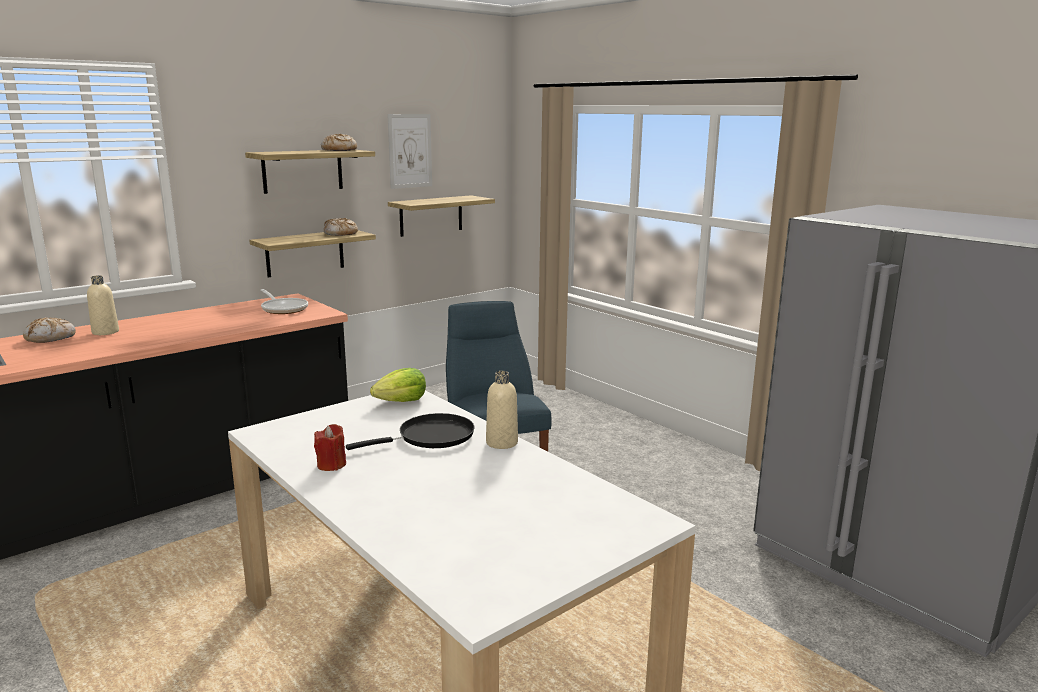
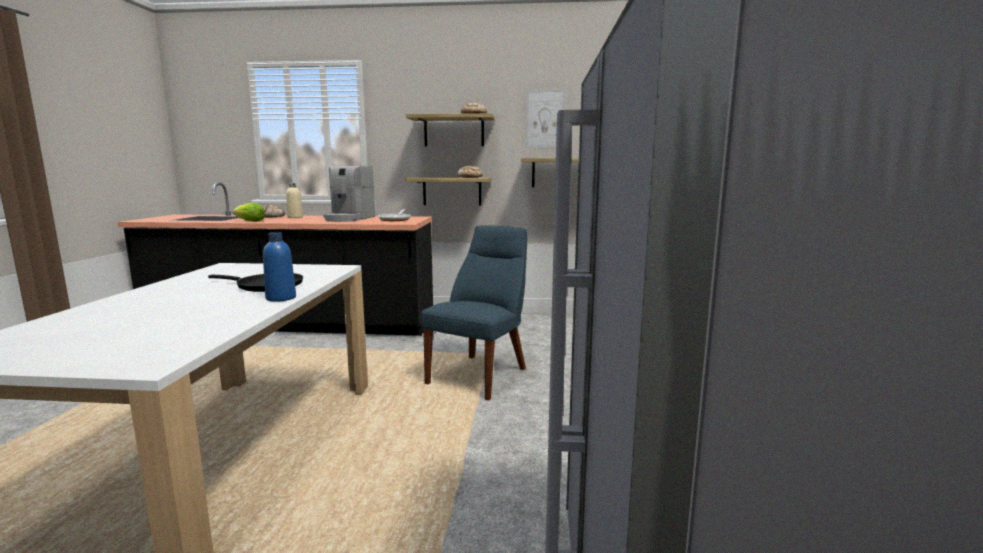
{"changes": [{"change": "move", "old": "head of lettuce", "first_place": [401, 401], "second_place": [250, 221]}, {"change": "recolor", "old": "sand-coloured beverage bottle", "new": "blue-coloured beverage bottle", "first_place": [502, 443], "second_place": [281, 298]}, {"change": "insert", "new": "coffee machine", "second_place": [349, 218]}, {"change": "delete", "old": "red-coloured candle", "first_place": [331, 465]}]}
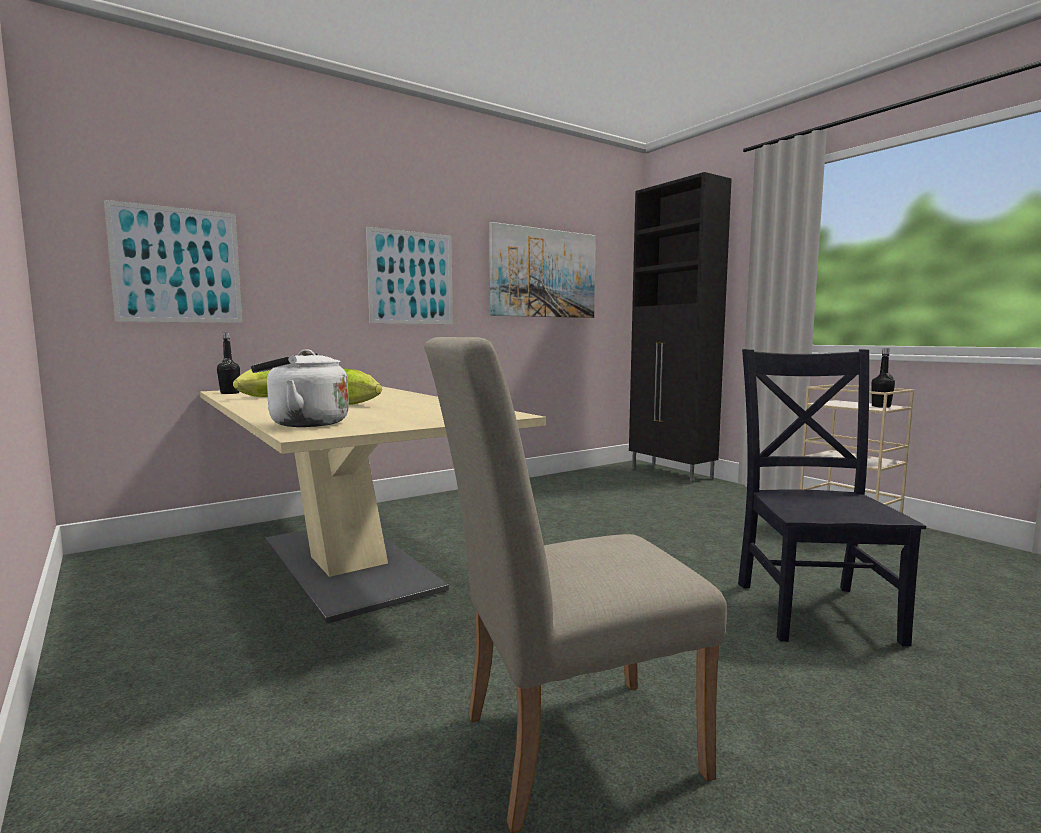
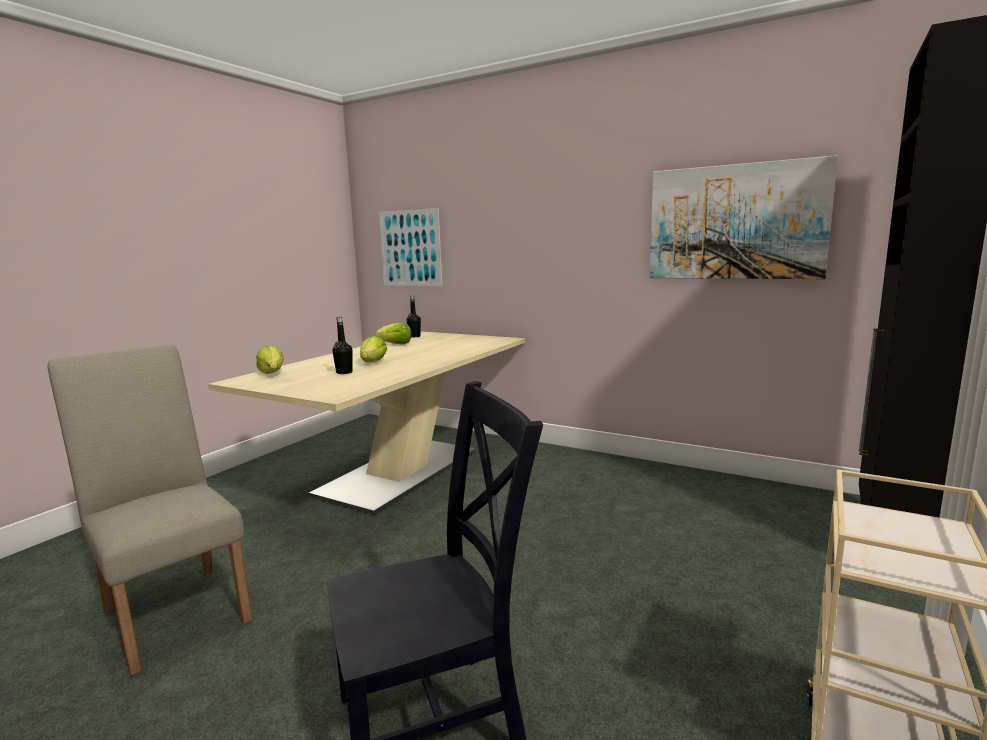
{"changes": [{"change": "replace", "old": "white water kettle", "new": "head of lettuce", "first_place": [303, 424], "second_place": [272, 373]}, {"change": "move", "old": "black beverage bottle", "first_place": [881, 406], "second_place": [344, 372]}, {"change": "delete", "old": "wall picture", "first_place": [411, 278]}]}
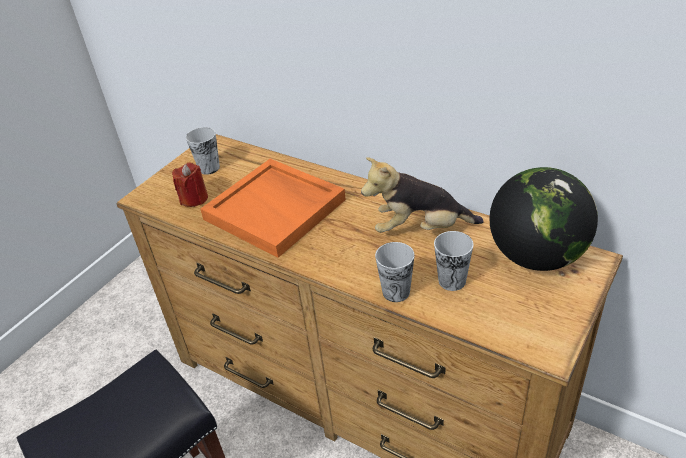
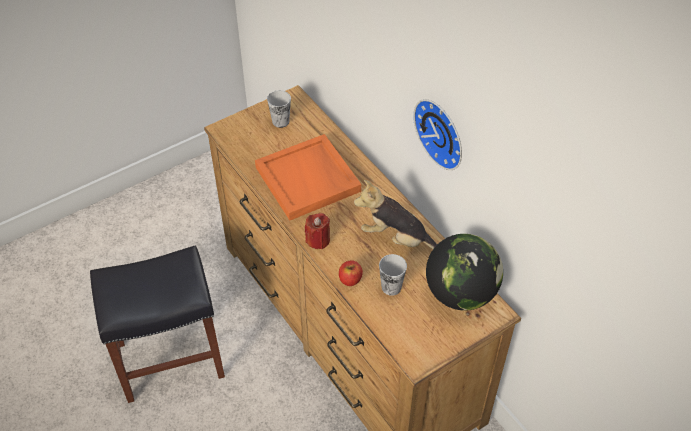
{"changes": [{"change": "move", "old": "red-coloured candle", "first_place": [194, 198], "second_place": [318, 240]}, {"change": "replace", "old": "drinking cup", "new": "whole apple", "first_place": [396, 292], "second_place": [350, 279]}, {"change": "insert", "new": "wall clock", "second_place": [442, 132]}]}
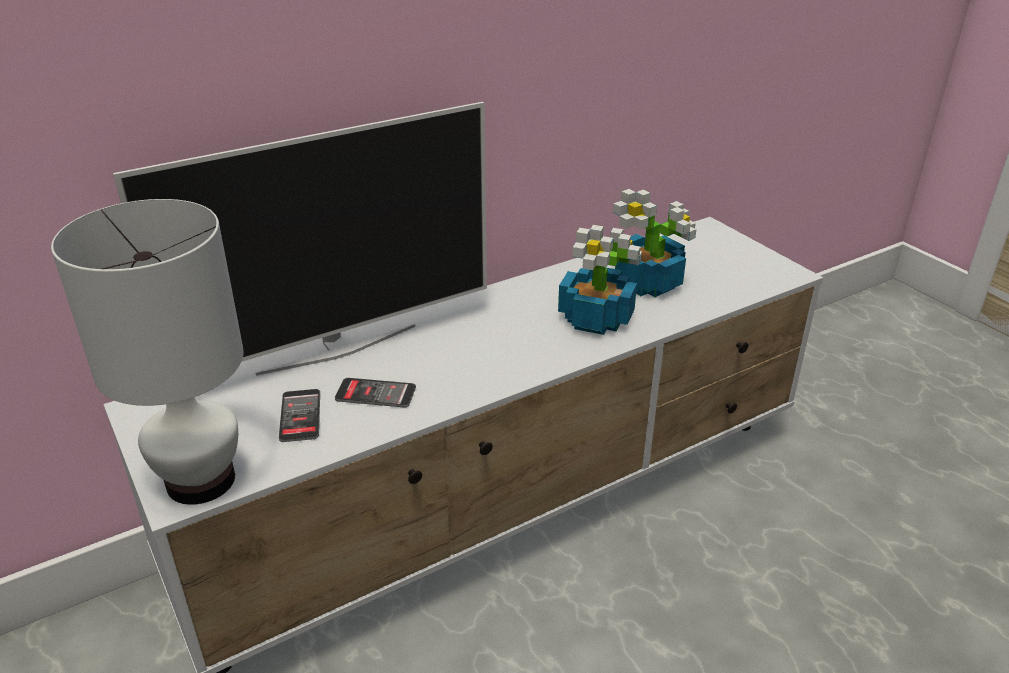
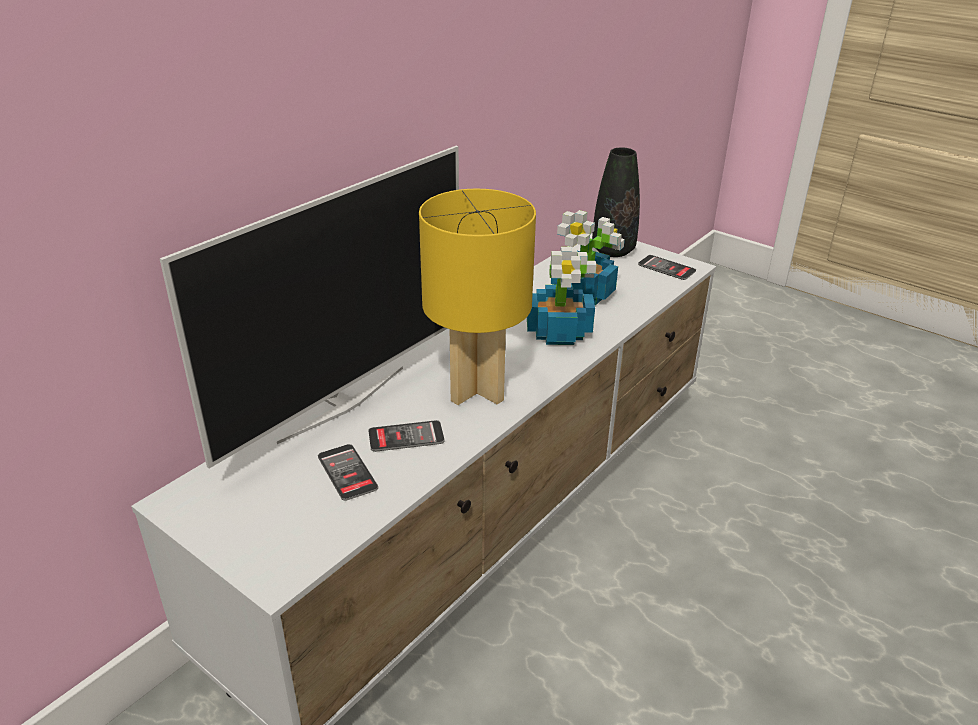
{"changes": [{"change": "insert", "new": "yellowish lamp for a table", "second_place": [477, 388]}, {"change": "insert", "new": "black vase", "second_place": [613, 250]}, {"change": "insert", "new": "handset", "second_place": [666, 268]}, {"change": "delete", "old": "white lamp for a table", "first_place": [201, 479]}]}
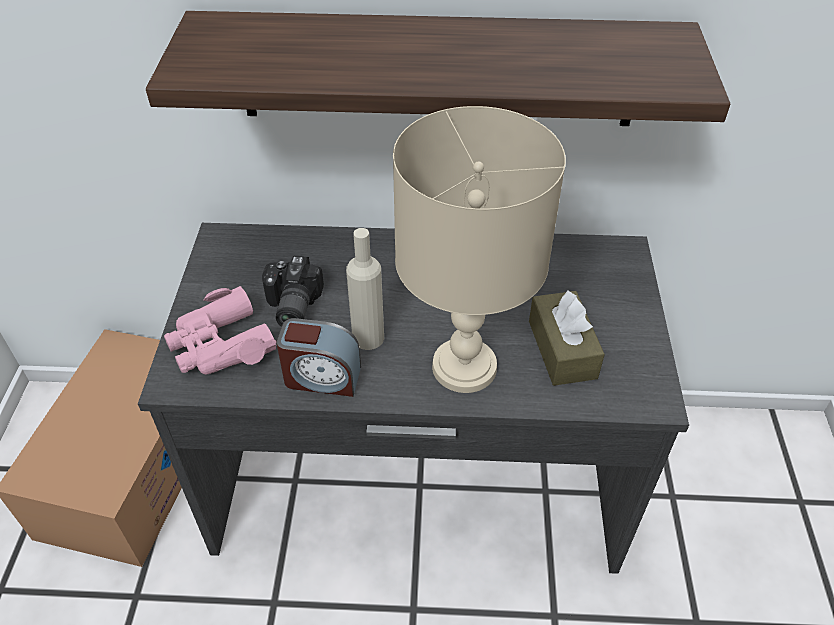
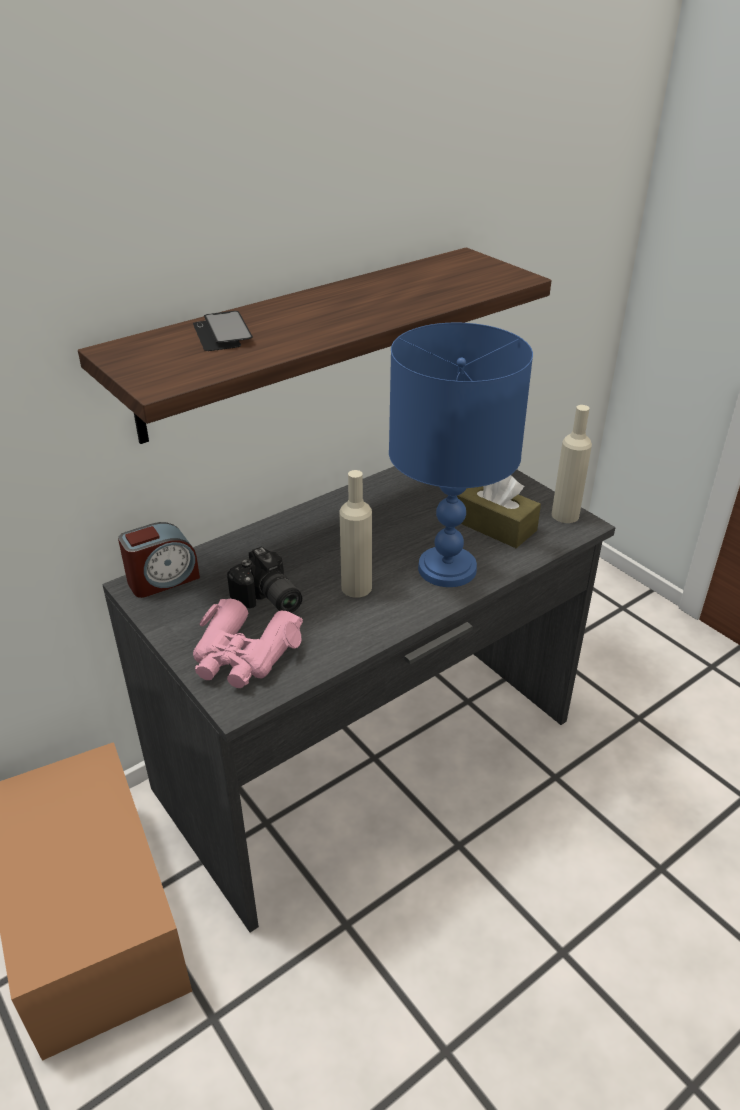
{"changes": [{"change": "move", "old": "alarm clock", "first_place": [322, 377], "second_place": [163, 579]}, {"change": "insert", "new": "handset", "second_place": [222, 333]}, {"change": "recolor", "old": "sand-coloured lamp for a table", "new": "blue-coloured lamp for a table", "first_place": [463, 366], "second_place": [445, 568]}, {"change": "insert", "new": "sand-coloured beverage bottle", "second_place": [565, 515]}]}
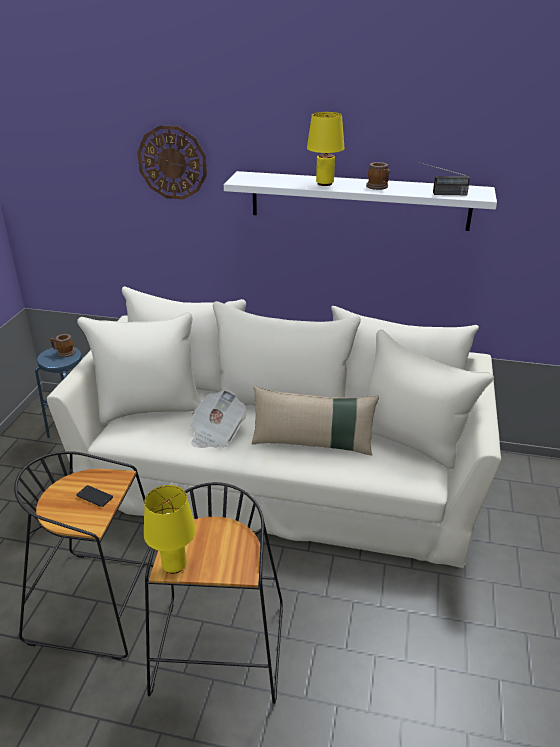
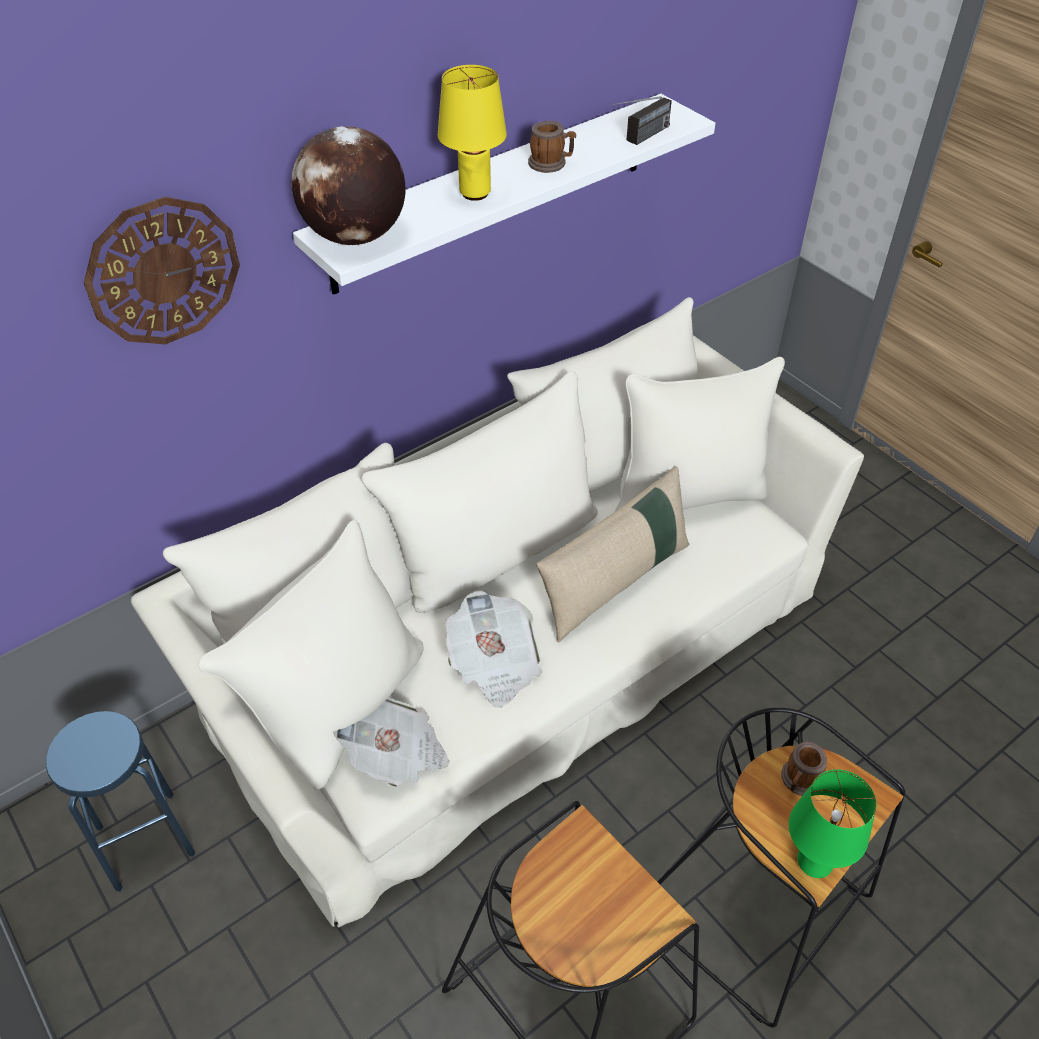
{"changes": [{"change": "insert", "new": "globe", "second_place": [355, 237]}, {"change": "insert", "new": "newspaper", "second_place": [395, 754]}, {"change": "move", "old": "tea mug", "first_place": [64, 353], "second_place": [799, 781]}, {"change": "recolor", "old": "yellowish lamp for a table", "new": "green-coloured lamp for a table", "first_place": [173, 566], "second_place": [814, 863]}, {"change": "delete", "old": "handset", "first_place": [94, 496]}]}
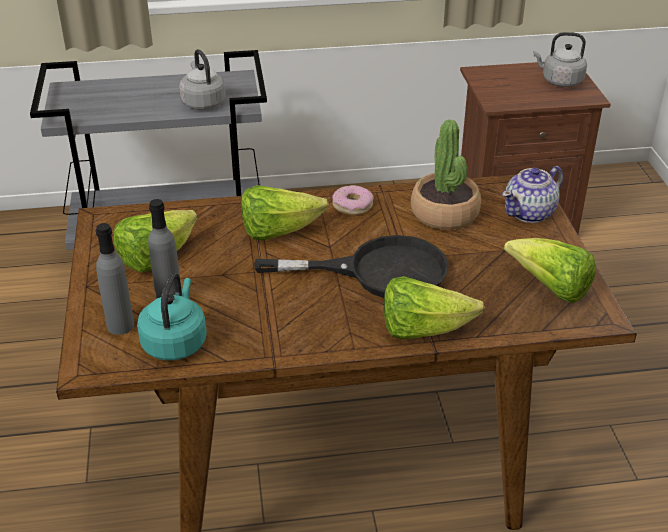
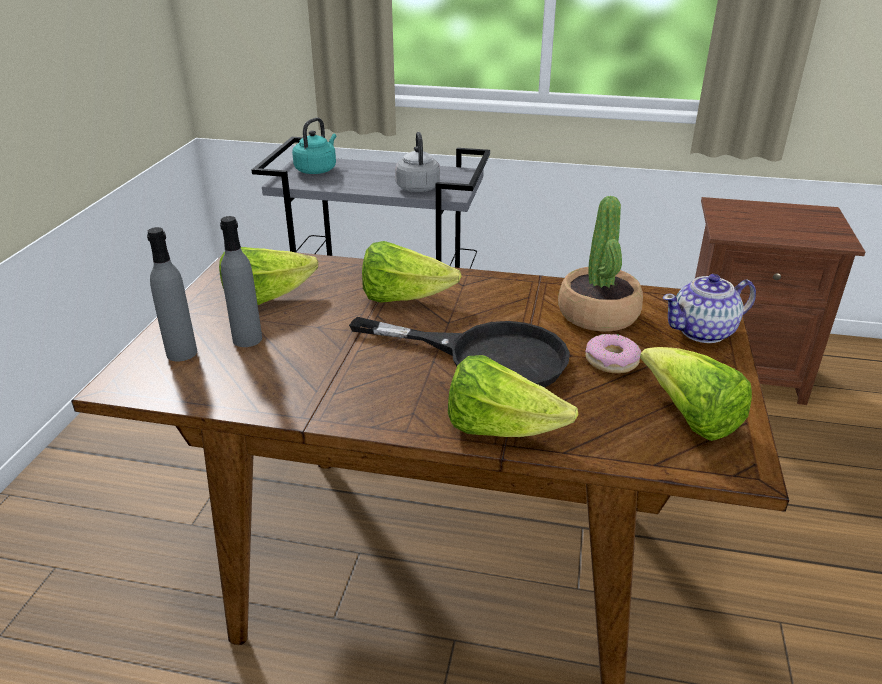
{"changes": [{"change": "move", "old": "turquoise-coloured water kettle", "first_place": [175, 342], "second_place": [317, 169]}, {"change": "move", "old": "donut", "first_place": [352, 206], "second_place": [611, 361]}, {"change": "delete", "old": "greyish water kettle", "first_place": [559, 81]}]}
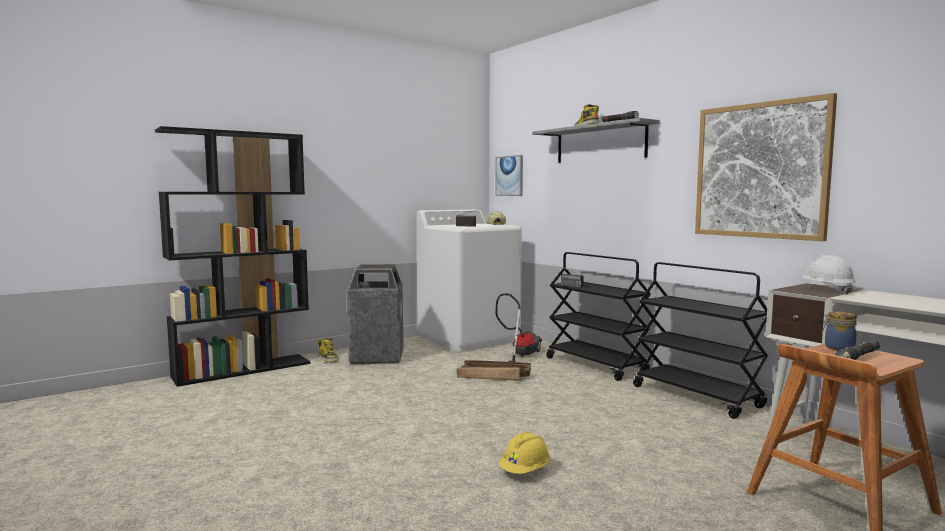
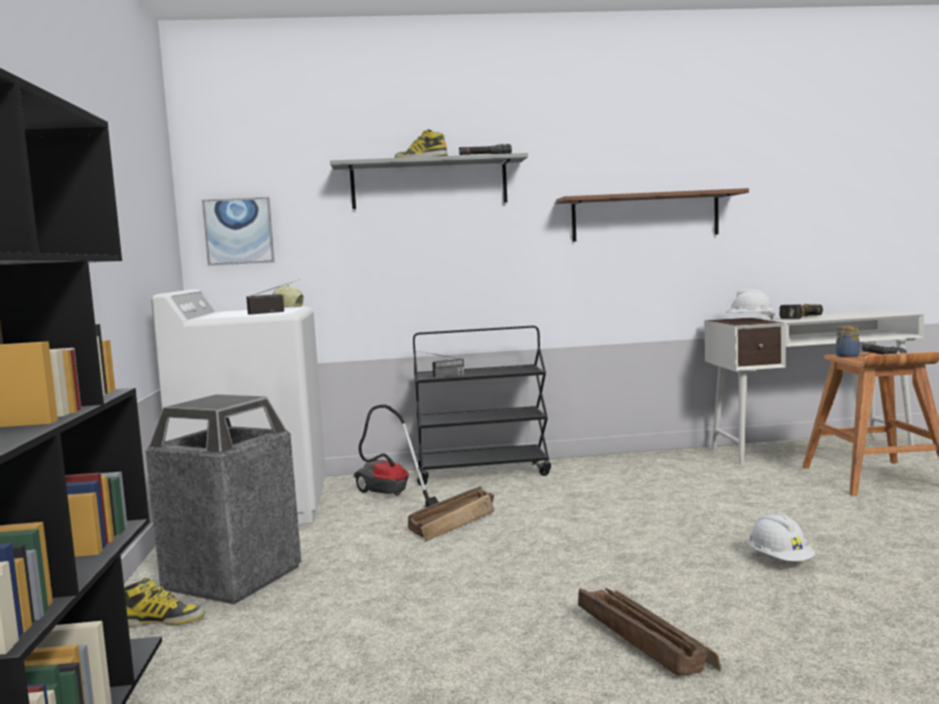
{"changes": [{"change": "replace", "old": "wall picture", "new": "brownish bracket shelf", "first_place": [760, 170], "second_place": [645, 216]}, {"change": "insert", "new": "crate", "second_place": [642, 642]}, {"change": "recolor", "old": "yellowish safety helmet", "new": "white safety helmet", "first_place": [525, 471], "second_place": [780, 560]}, {"change": "insert", "new": "drill", "second_place": [795, 317]}, {"change": "delete", "old": "black wheeled cart", "first_place": [697, 397]}]}
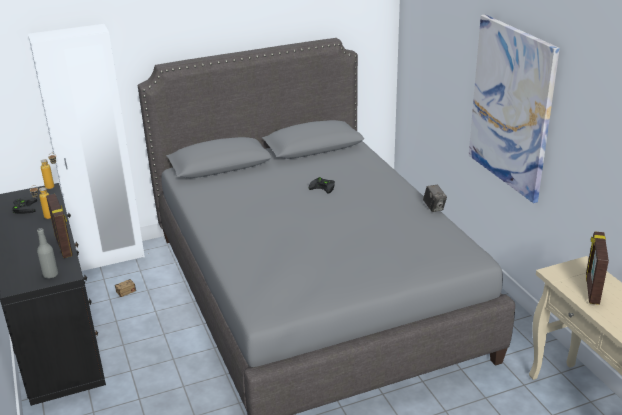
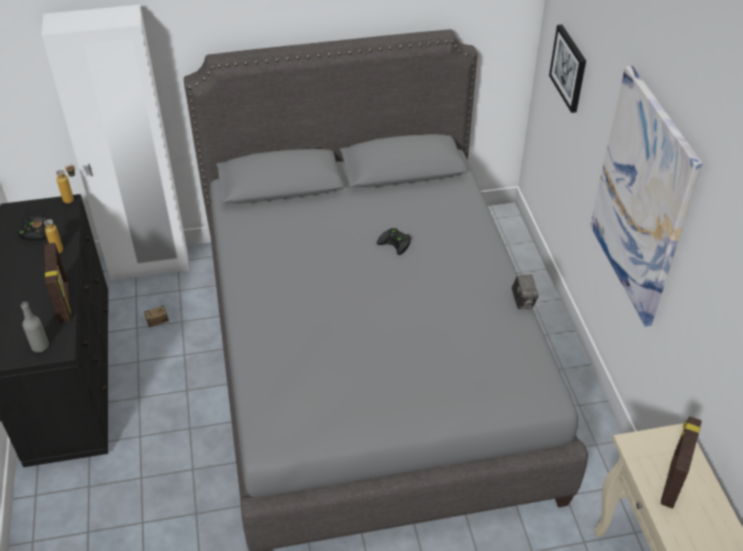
{"changes": [{"change": "insert", "new": "wall picture", "second_place": [569, 68]}]}
